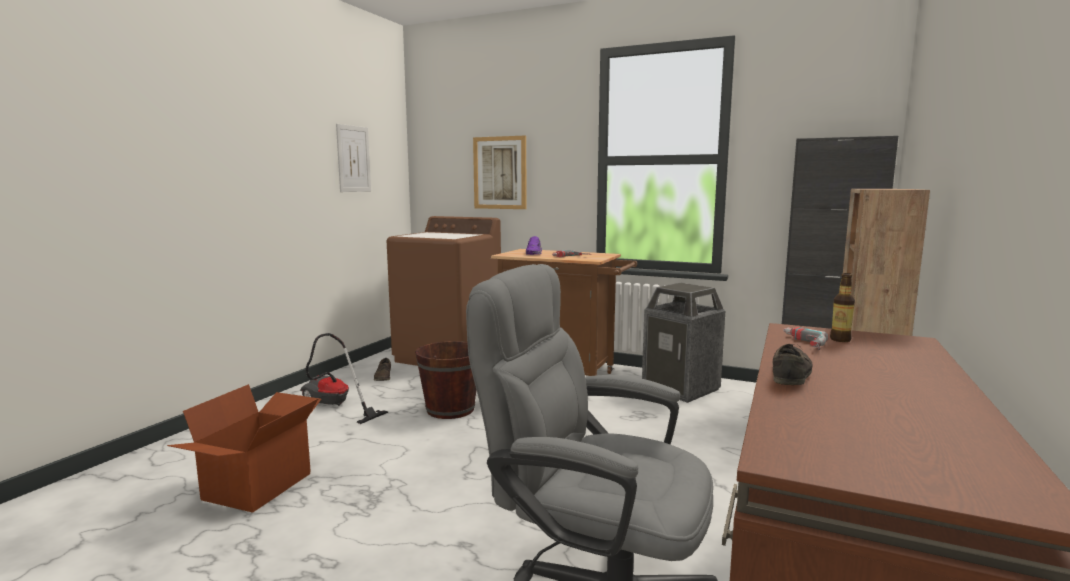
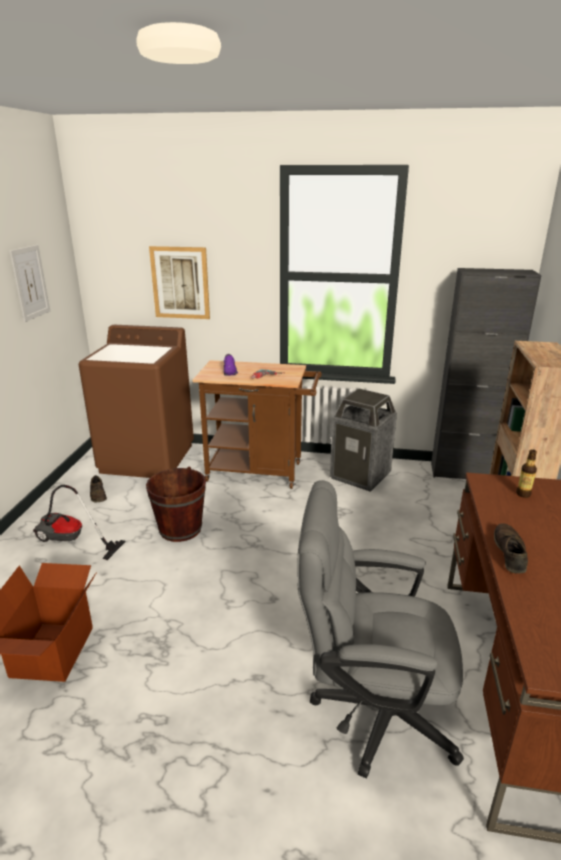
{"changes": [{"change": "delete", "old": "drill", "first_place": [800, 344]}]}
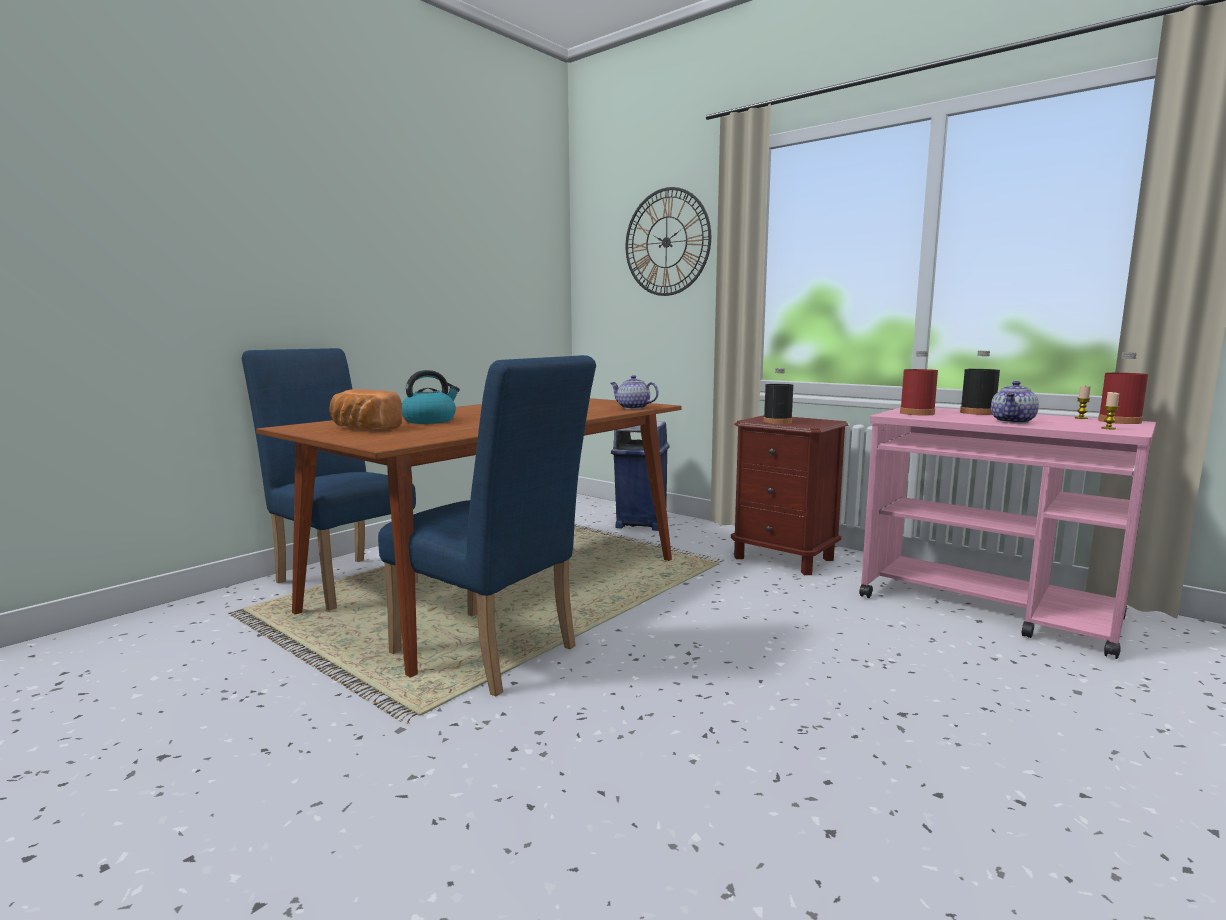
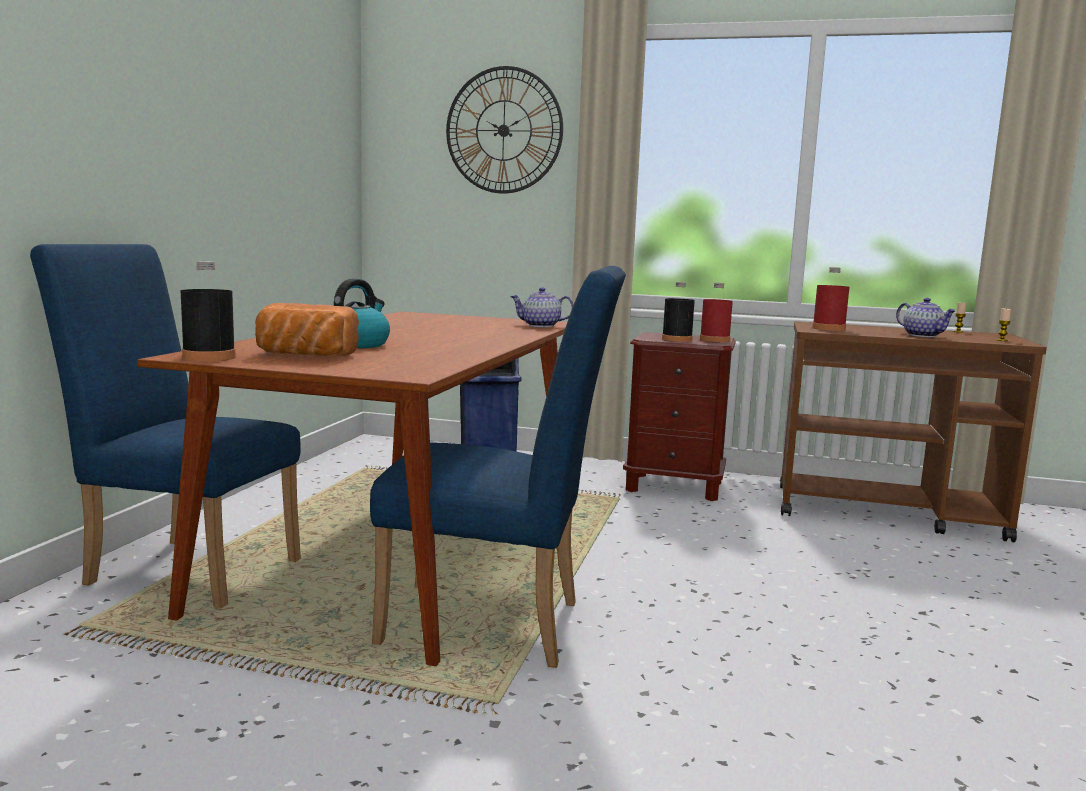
{"changes": [{"change": "move", "old": "black beverage bottle", "first_place": [977, 412], "second_place": [209, 357]}, {"change": "move", "old": "red-coloured beverage bottle", "first_place": [1119, 421], "second_place": [714, 340]}, {"change": "recolor", "old": "pink-coloured wheeled cart", "new": "brownish wheeled cart", "first_place": [989, 608], "second_place": [888, 513]}, {"change": "rotate", "old": "teapot", "first_place": [1013, 422], "second_place": [923, 335], "degrees": -45}]}
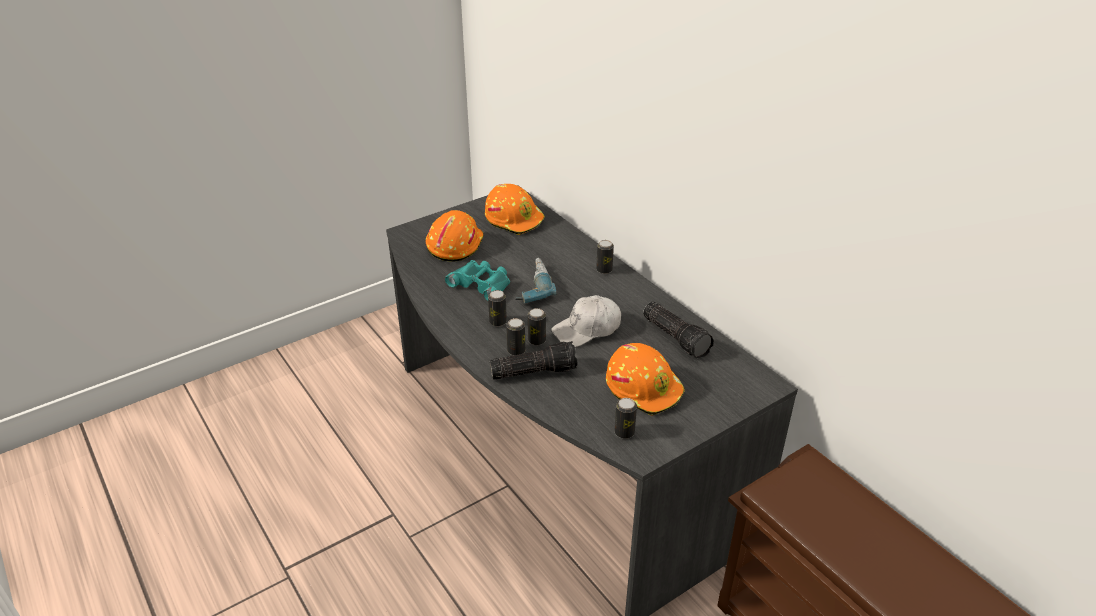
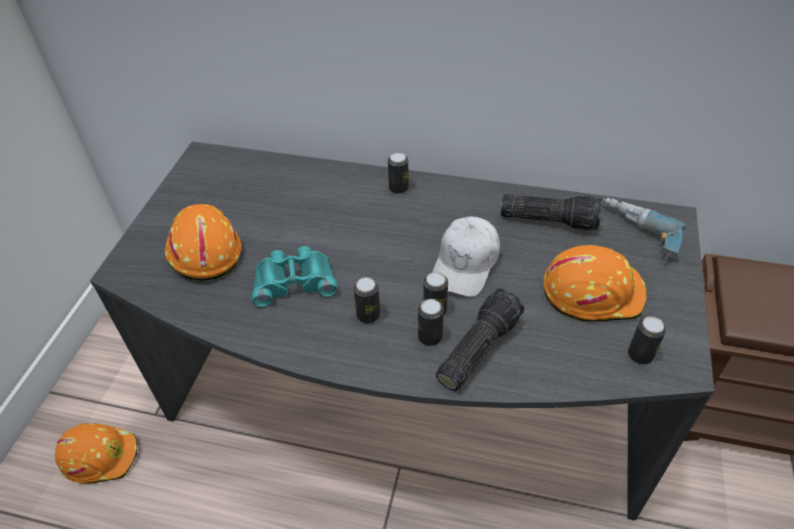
{"changes": [{"change": "move", "old": "orange safety helmet", "first_place": [514, 219], "second_place": [101, 456]}, {"change": "move", "old": "drill", "first_place": [531, 286], "second_place": [636, 235]}]}
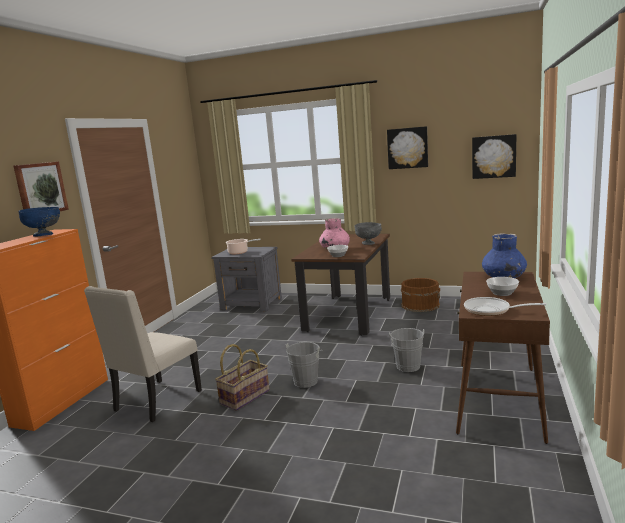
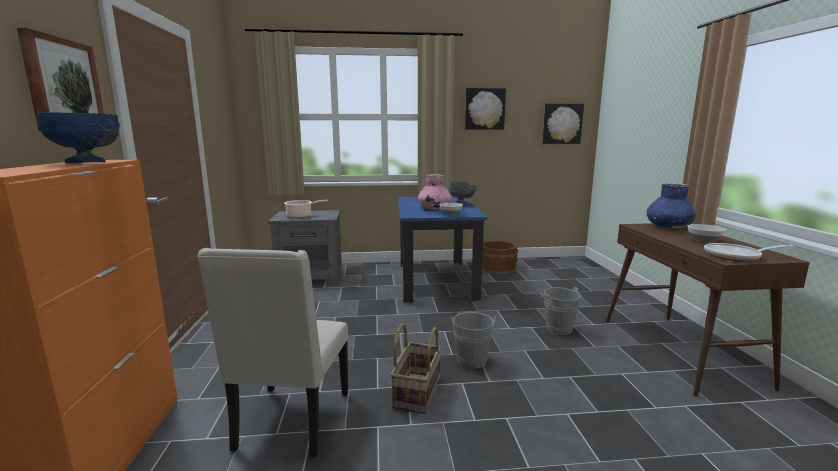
{"changes": [{"change": "recolor", "old": "brownish dining table", "new": "blue-coloured dining table", "first_place": [348, 314], "second_place": [435, 280]}]}
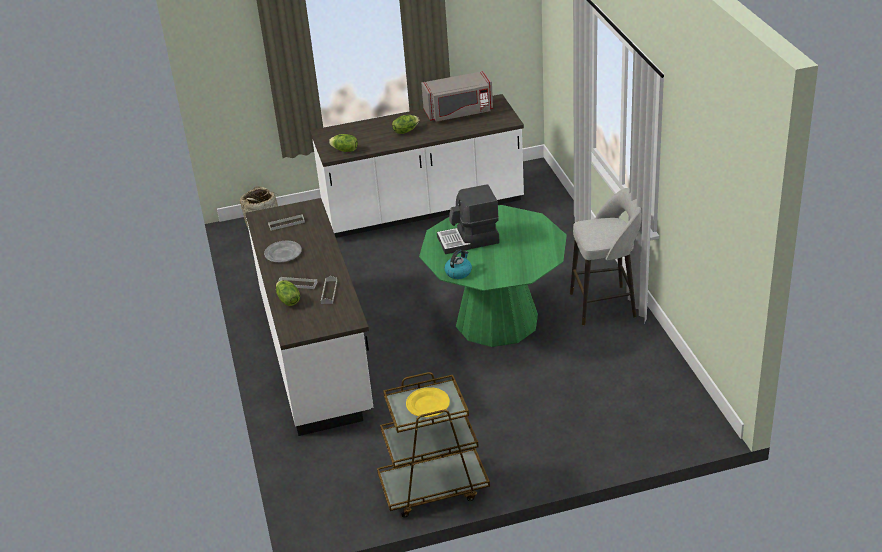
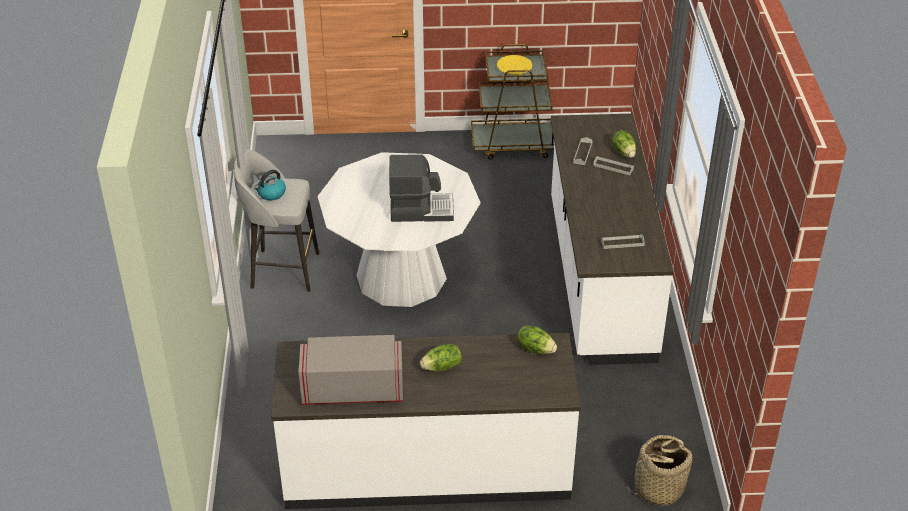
{"changes": [{"change": "move", "old": "water kettle", "first_place": [458, 272], "second_place": [271, 194]}, {"change": "recolor", "old": "green-coloured dining table", "new": "white dining table", "first_place": [496, 320], "second_place": [401, 276]}, {"change": "delete", "old": "greyish dinner plate", "first_place": [283, 254]}]}
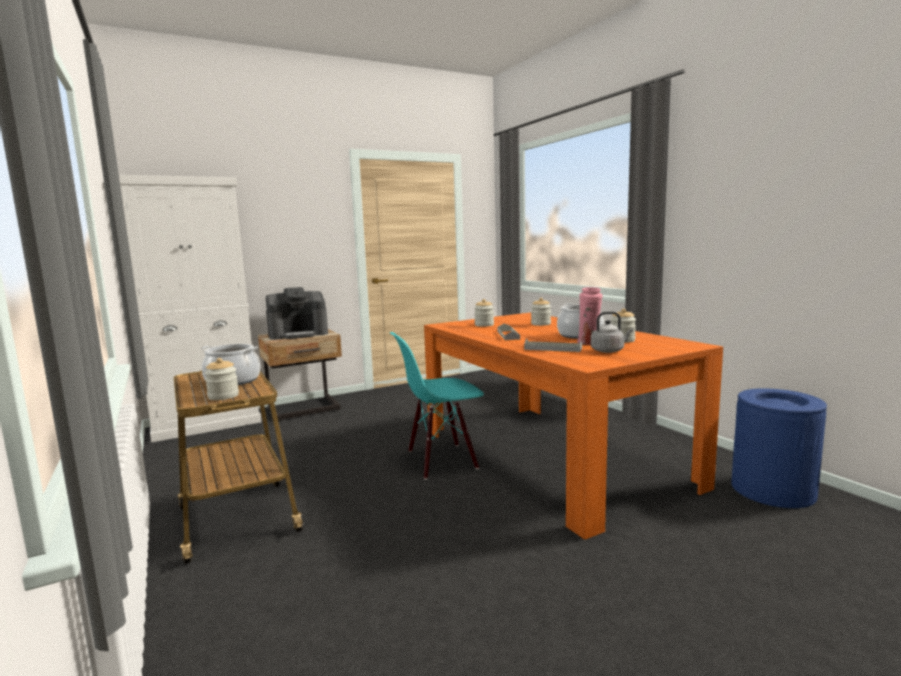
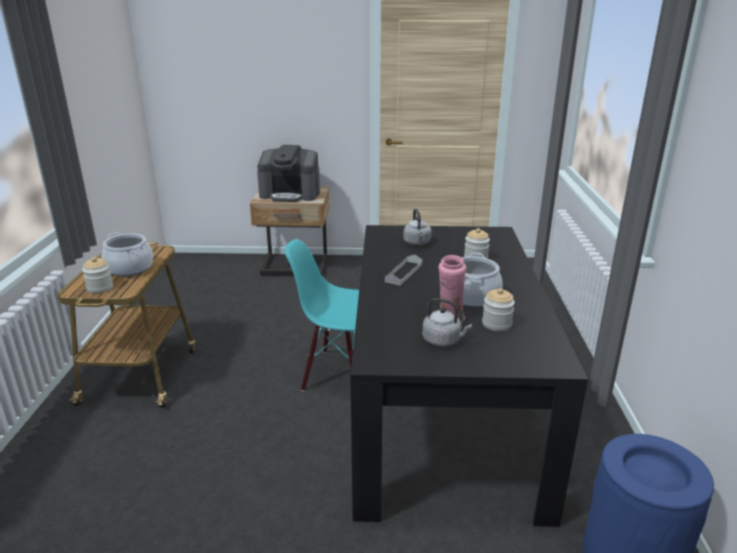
{"changes": [{"change": "recolor", "old": "orange dining table", "new": "black dining table", "first_place": [550, 456], "second_place": [442, 408]}, {"change": "replace", "old": "jar", "new": "greyish water kettle", "first_place": [484, 325], "second_place": [417, 243]}, {"change": "delete", "old": "white storage cabinet", "first_place": [207, 424]}, {"change": "delete", "old": "greyish serving tray", "first_place": [553, 349]}]}
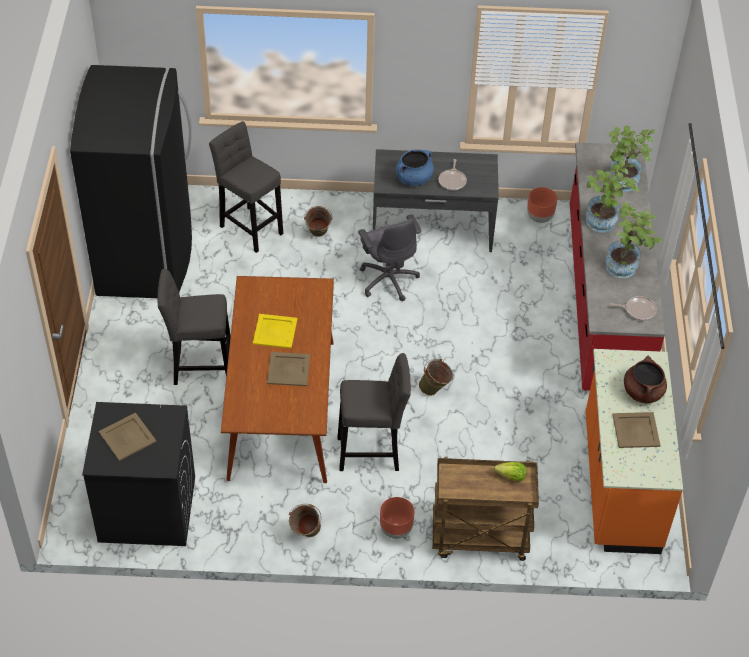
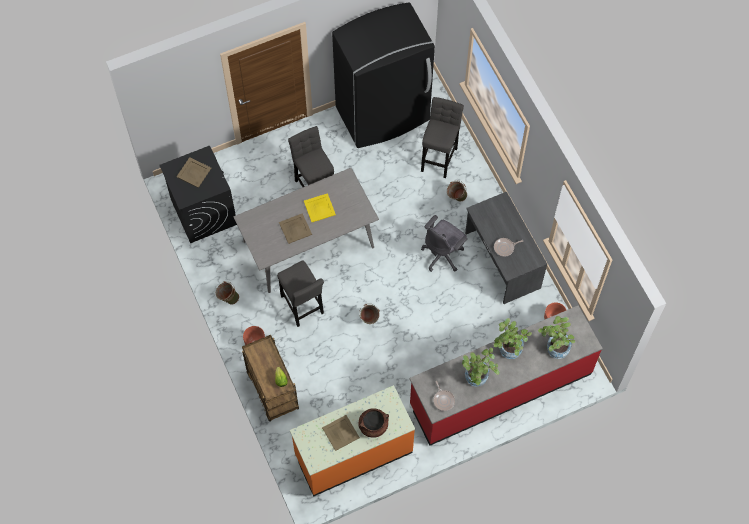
{"changes": [{"change": "recolor", "old": "brownish dining table", "new": "greyish dining table", "first_place": [281, 408], "second_place": [309, 244]}, {"change": "delete", "old": "blue-coloured saucepot", "first_place": [414, 179]}]}
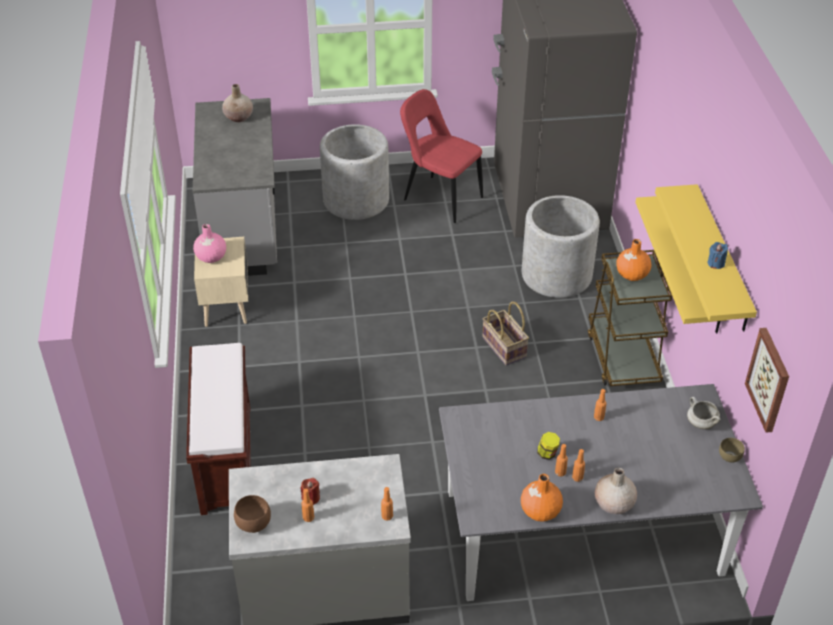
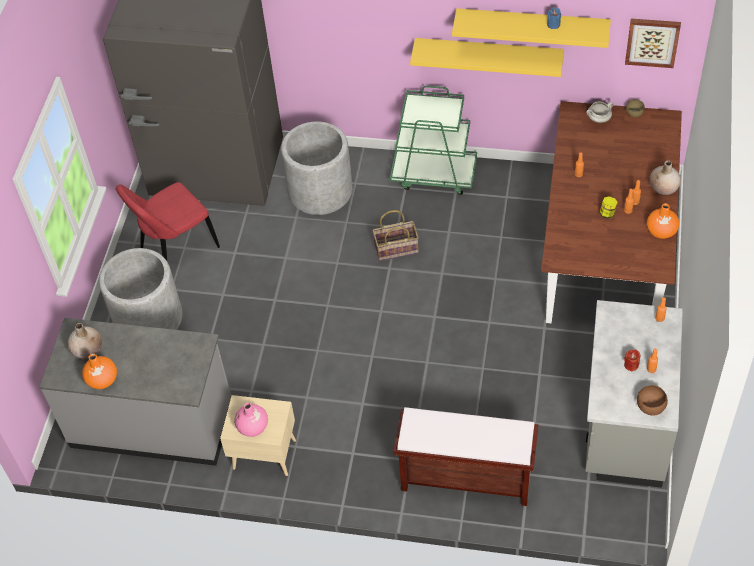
{"changes": [{"change": "move", "old": "orange vase", "first_place": [631, 274], "second_place": [102, 379]}, {"change": "recolor", "old": "brownish wheeled cart", "new": "green-coloured wheeled cart", "first_place": [623, 357], "second_place": [434, 174]}, {"change": "recolor", "old": "greyish dining table", "new": "brownish dining table", "first_place": [582, 533], "second_place": [606, 248]}]}
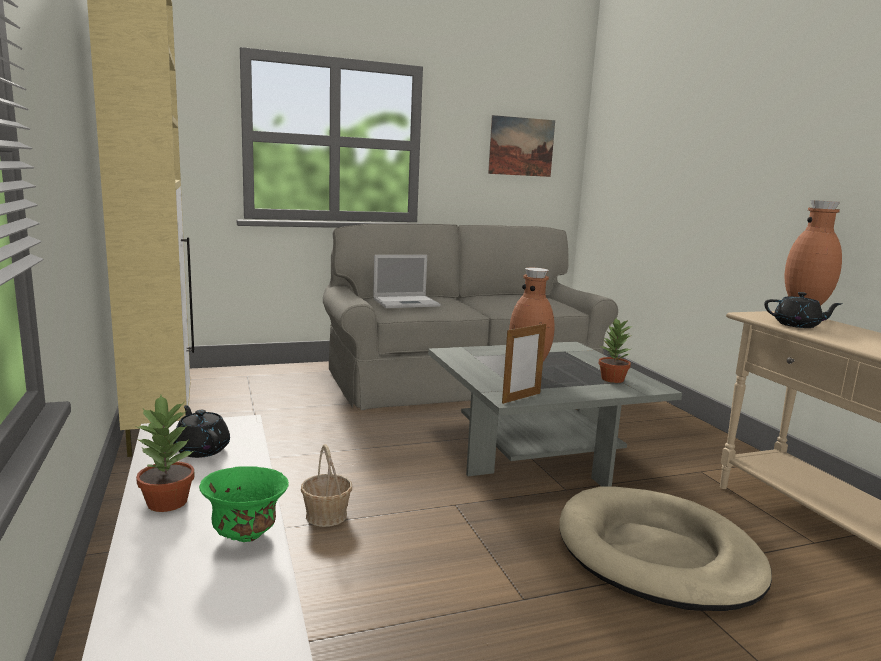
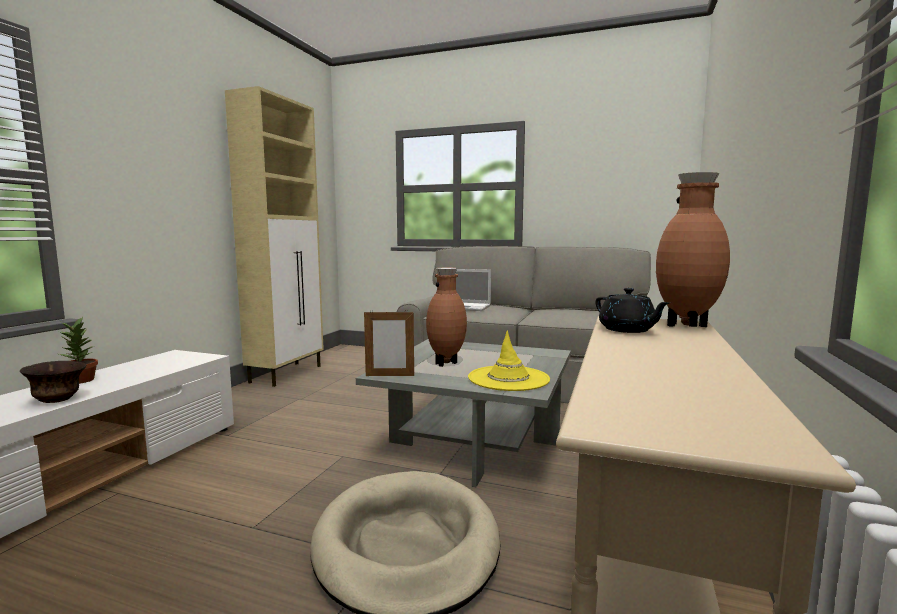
{"changes": [{"change": "recolor", "old": "green-coloured deep dish", "new": "brownish deep dish", "first_place": [245, 534], "second_place": [58, 400]}, {"change": "replace", "old": "potted plant", "new": "yellowish hat", "first_place": [612, 379], "second_place": [508, 379]}, {"change": "delete", "old": "black teapot", "first_place": [202, 449]}, {"change": "delete", "old": "basket", "first_place": [326, 516]}, {"change": "delete", "old": "wall picture", "first_place": [521, 146]}]}
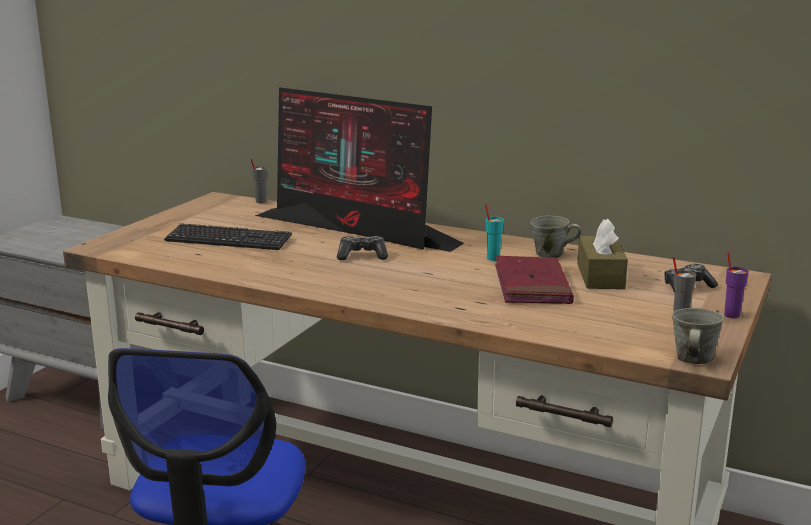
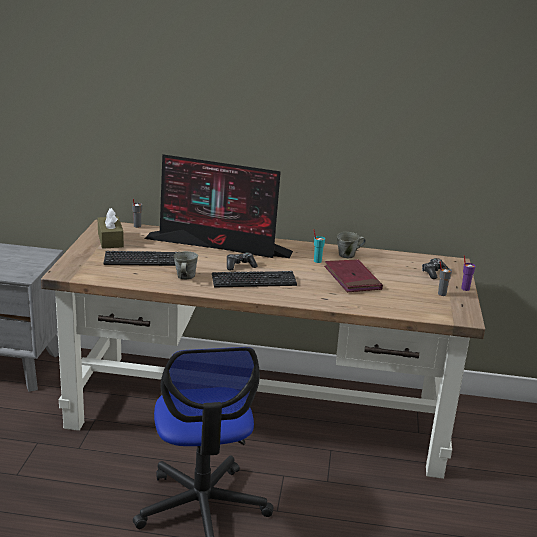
{"changes": [{"change": "move", "old": "brownish tissue holder", "first_place": [600, 276], "second_place": [110, 240]}, {"change": "move", "old": "greyish tea mug", "first_place": [693, 359], "second_place": [185, 277]}, {"change": "insert", "new": "computer keyboard", "second_place": [254, 281]}]}
